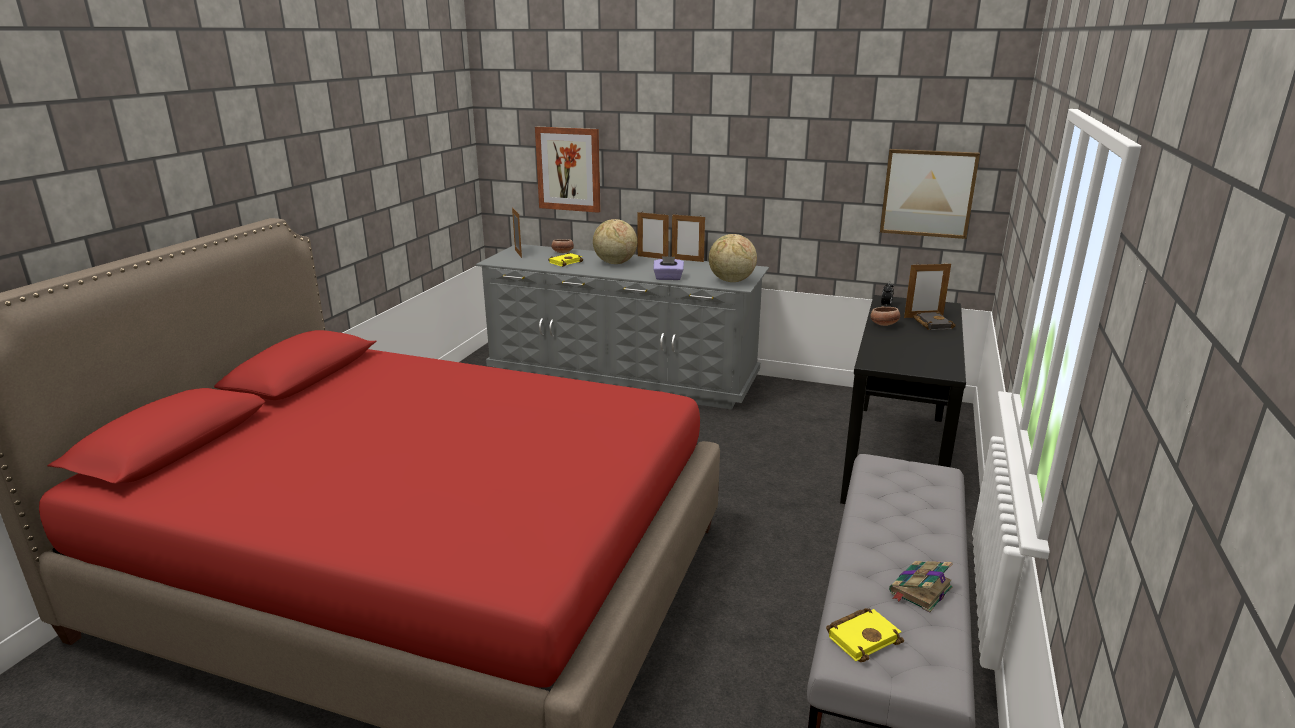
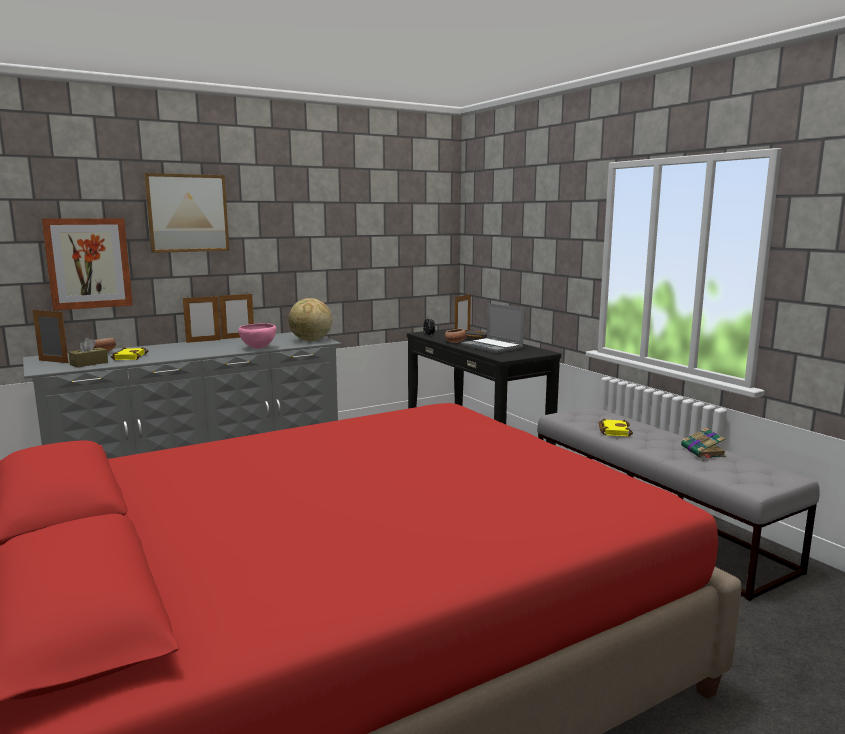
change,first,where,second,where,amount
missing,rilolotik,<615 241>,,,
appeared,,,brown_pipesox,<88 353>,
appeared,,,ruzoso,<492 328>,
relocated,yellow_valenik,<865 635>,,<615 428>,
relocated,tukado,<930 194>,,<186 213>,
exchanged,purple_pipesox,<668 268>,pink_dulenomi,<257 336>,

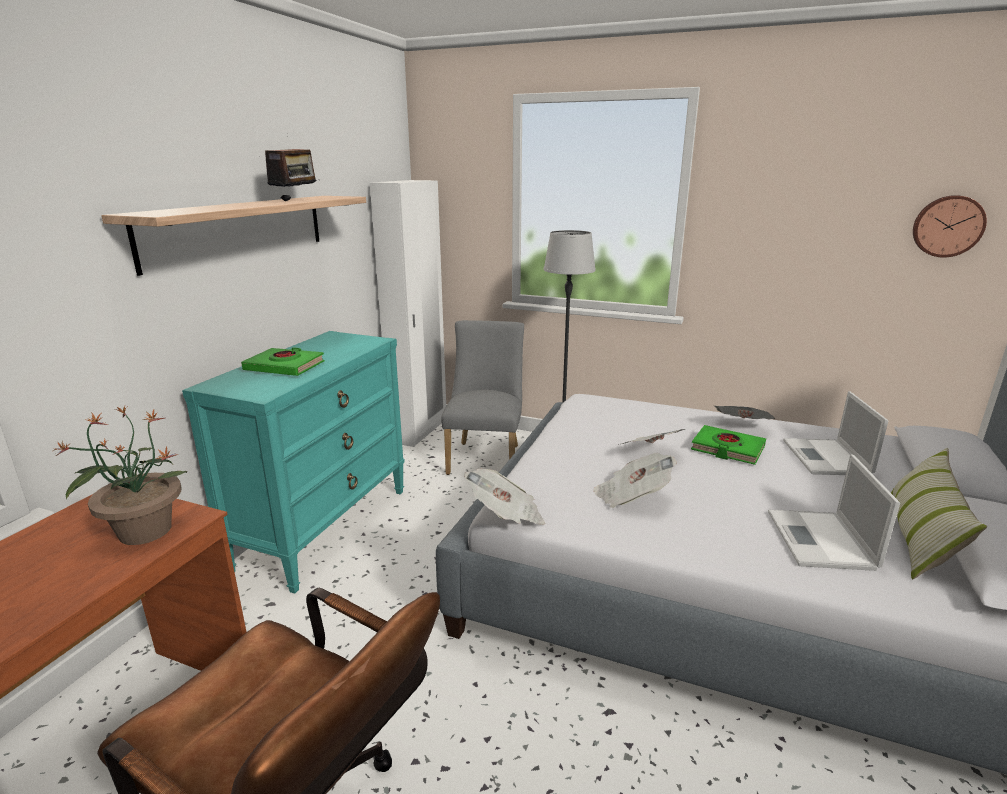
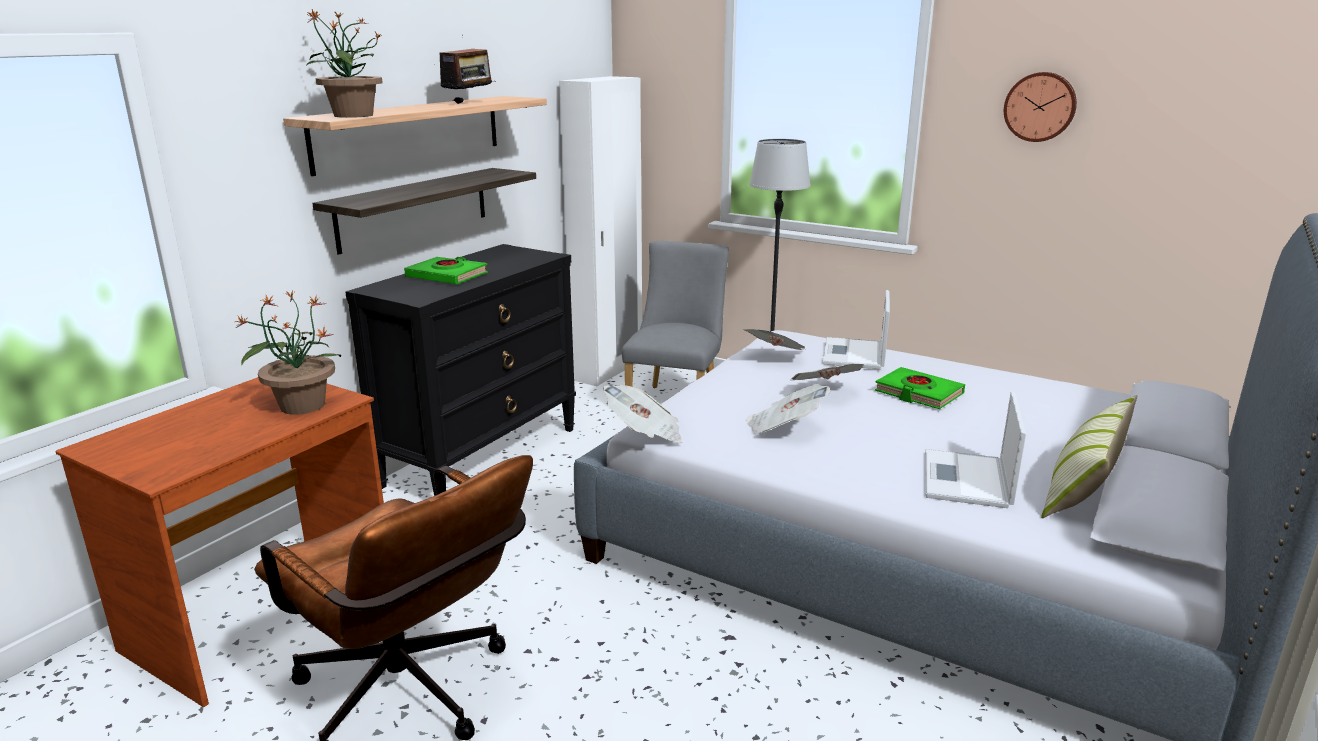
change,first,where,second,where,amount
appeared,,,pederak,<344 63>,
appeared,,,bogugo,<424 211>,
relocated,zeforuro,<745 413>,,<774 339>,
relocated,ruzoso,<835 433>,,<856 329>,
relocated,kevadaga,<950 226>,,<1040 107>,
colour,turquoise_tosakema,<293 462>,black_tosakema,<460 370>,

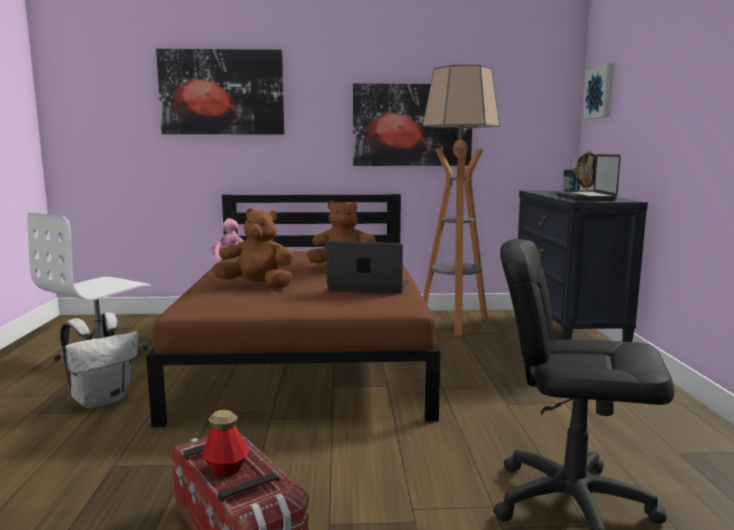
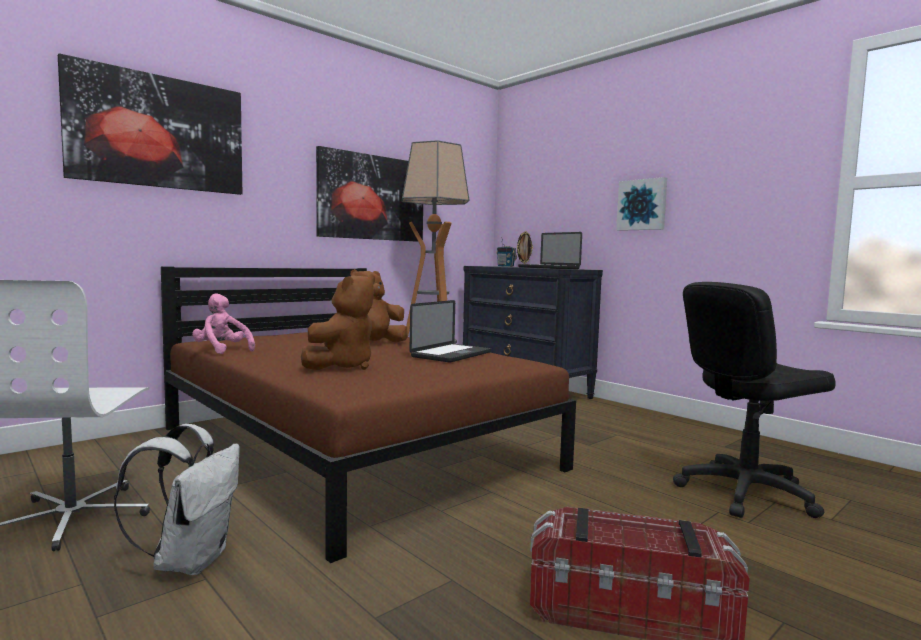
change,first,where,second,where,amount
missing,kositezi,<225 443>,,,
relocated,tukado,<598 91>,,<641 204>,
spun,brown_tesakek,<253 248>,,<338 322>,150 degrees clockwise
spun,ruzoso,<367 267>,,<450 331>,150 degrees clockwise

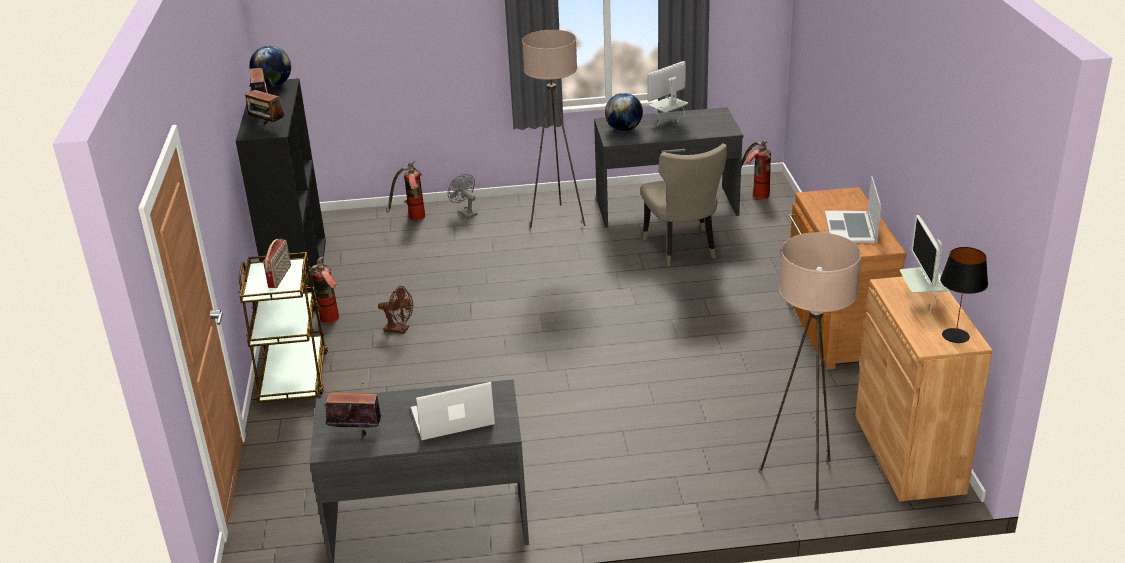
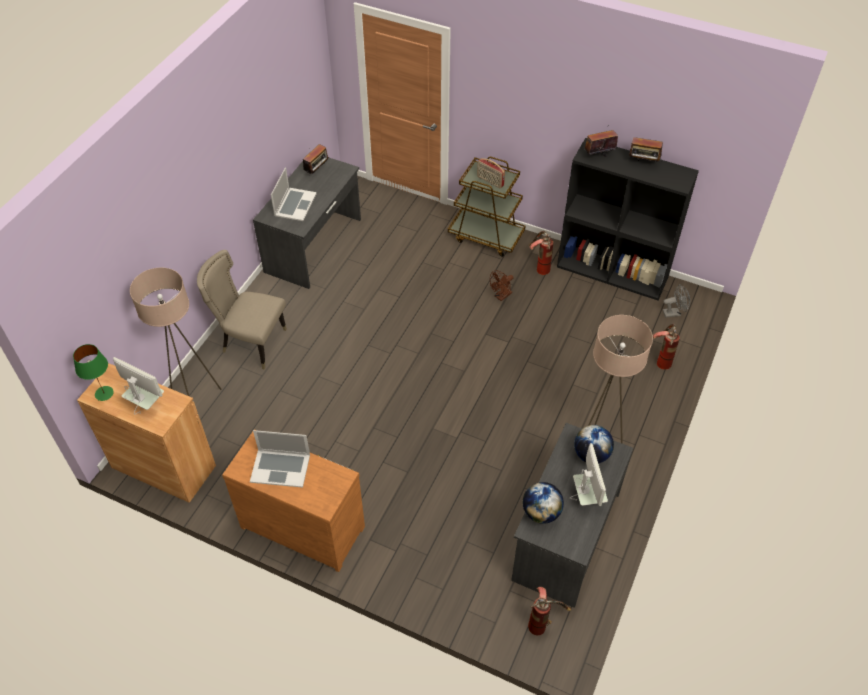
change,first,where,second,where,amount
relocated,rilolotik,<270 66>,,<543 503>,
relocated,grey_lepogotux,<463 196>,,<676 301>,
relocated,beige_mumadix,<684 204>,,<242 309>,
colour,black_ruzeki,<964 295>,green_ruzeki,<93 372>,
spun,ruzoso,<853 209>,,<280 459>,150 degrees clockwise

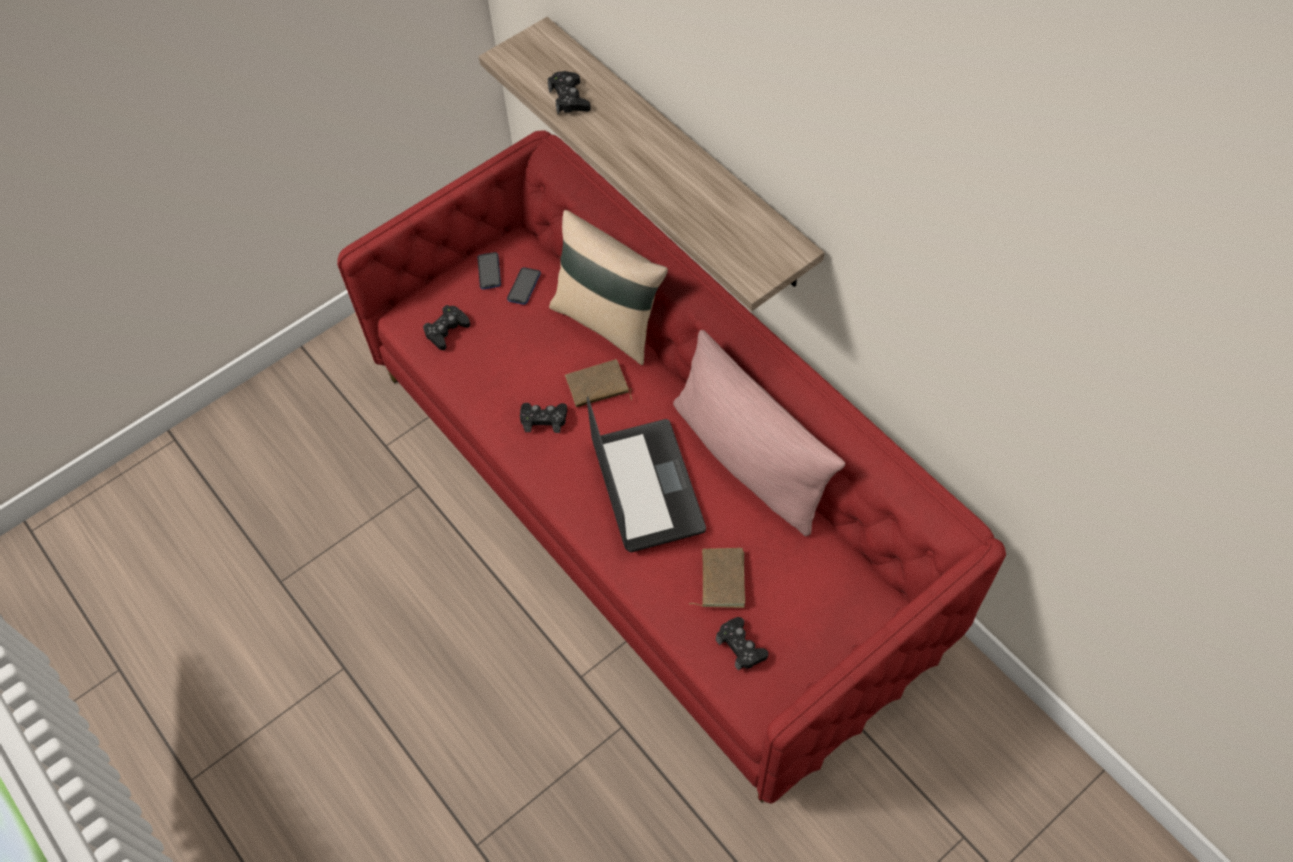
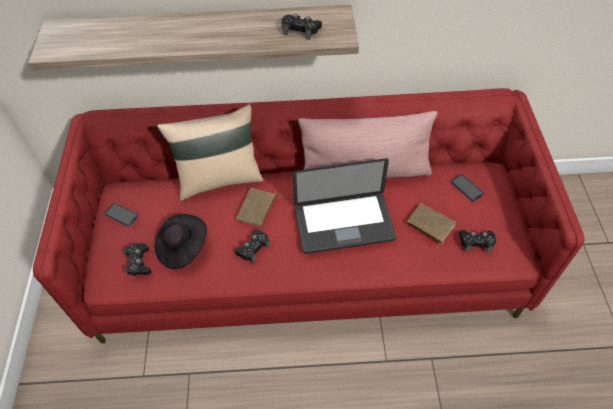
change,first,where,second,where,amount
appeared,,,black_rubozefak,<181 241>,
relocated,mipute,<524 286>,,<467 188>,
relocated,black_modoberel,<569 92>,,<302 27>,
spun,ruzoso,<646 474>,,<344 206>,150 degrees clockwise

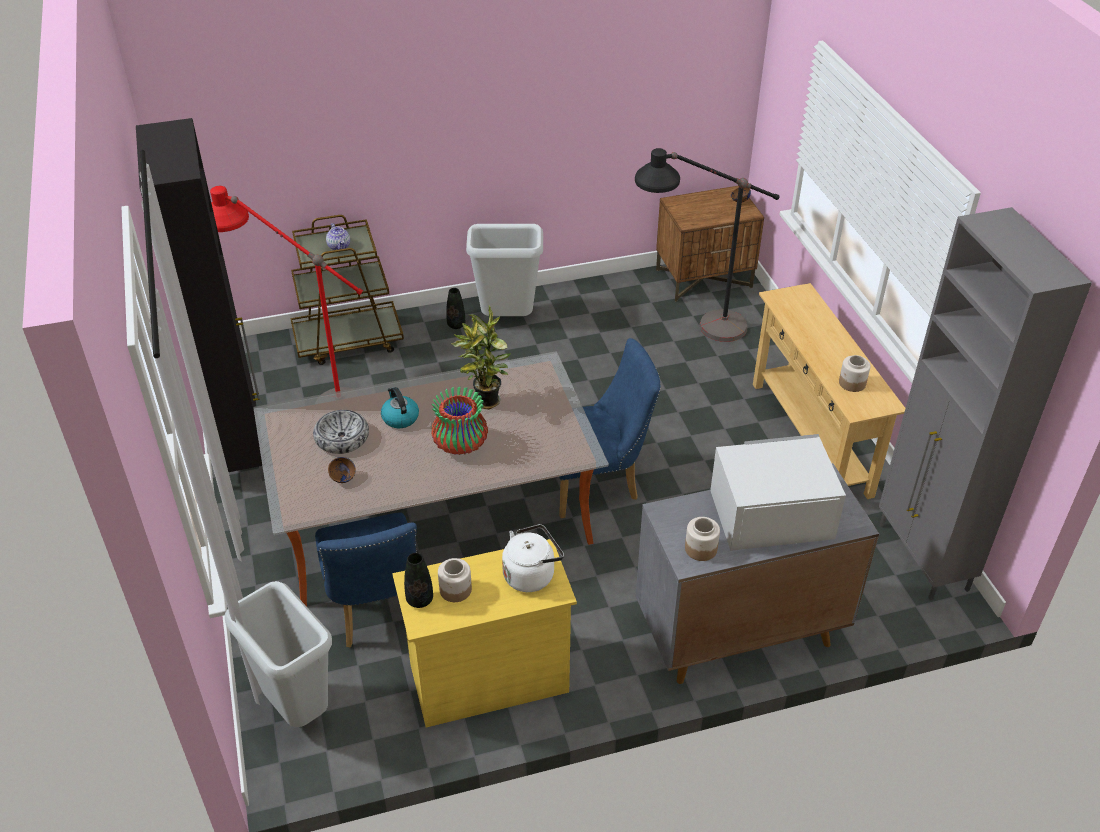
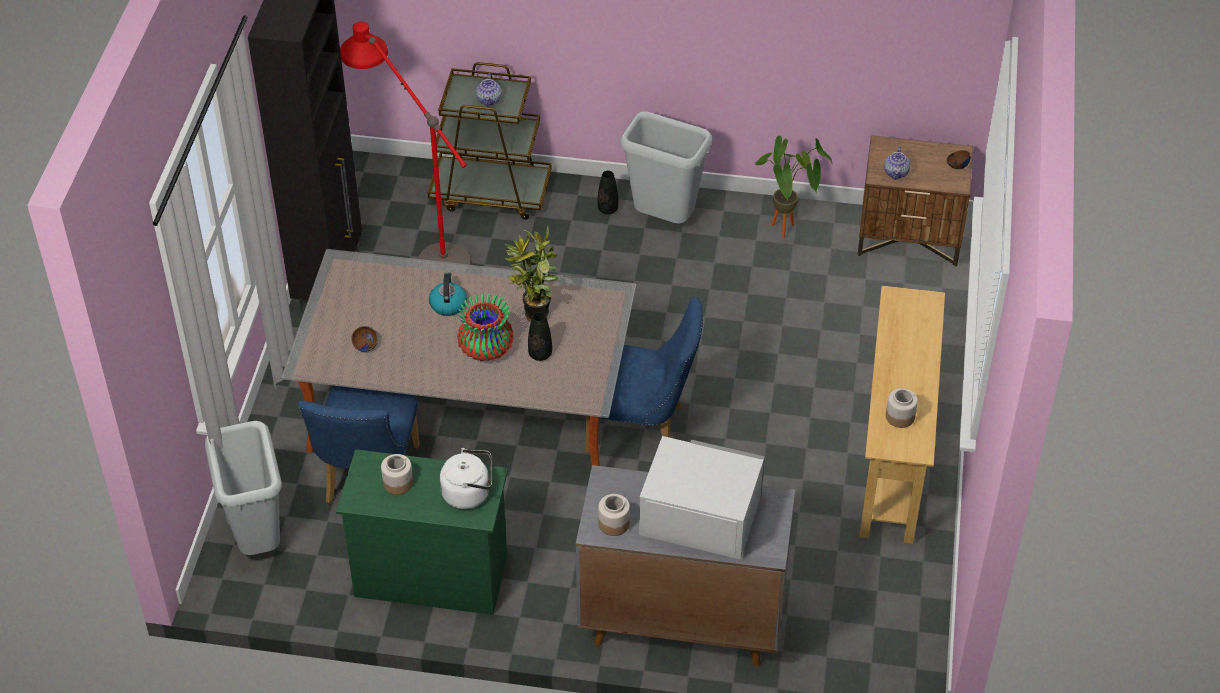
change,first,where,second,where,amount
missing,dulenomi,<341 432>,,,
missing,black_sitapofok,<707 245>,,,
missing,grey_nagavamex,<985 404>,,,
appeared,,,pederak,<793 187>,
appeared,,,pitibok,<897 163>,
relocated,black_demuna,<418 580>,,<540 336>,
colour,yellow_tosakema,<484 633>,green_tosakema,<422 532>,

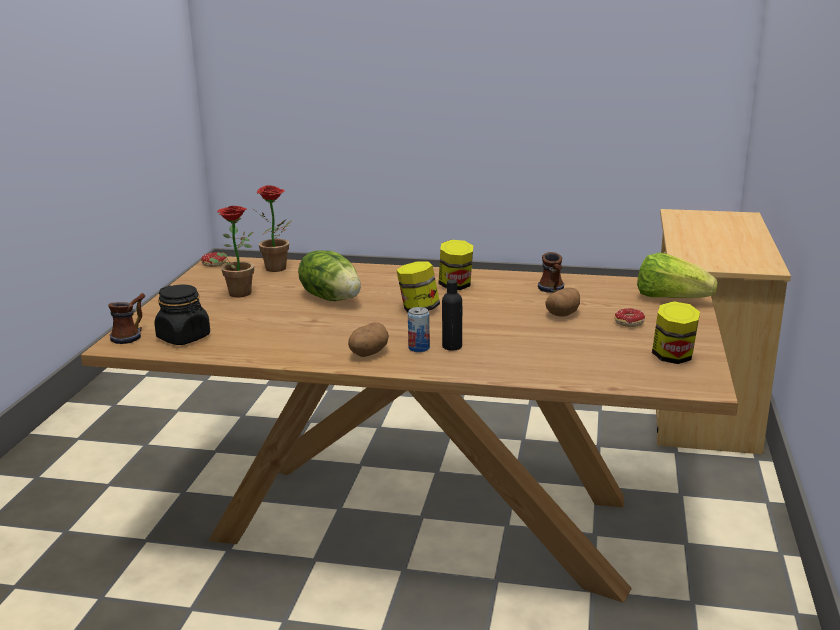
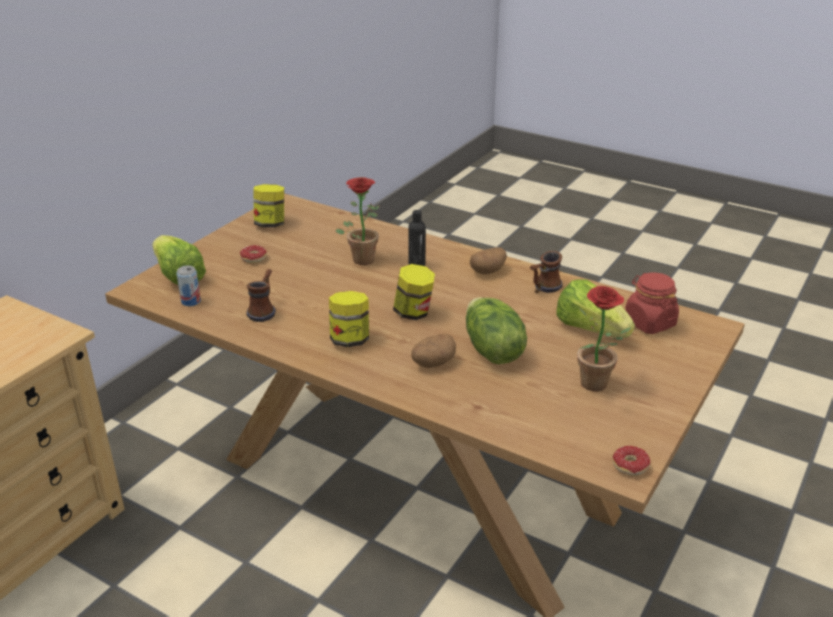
change,first,where,second,where,amount
appeared,,,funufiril,<595 308>,
relocated,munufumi,<126 318>,,<546 272>,
relocated,pederak,<272 228>,,<357 221>,
relocated,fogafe,<419 329>,,<189 286>,
relocated,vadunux,<562 302>,,<433 351>,
colour,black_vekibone,<182 315>,red_vekibone,<652 303>,

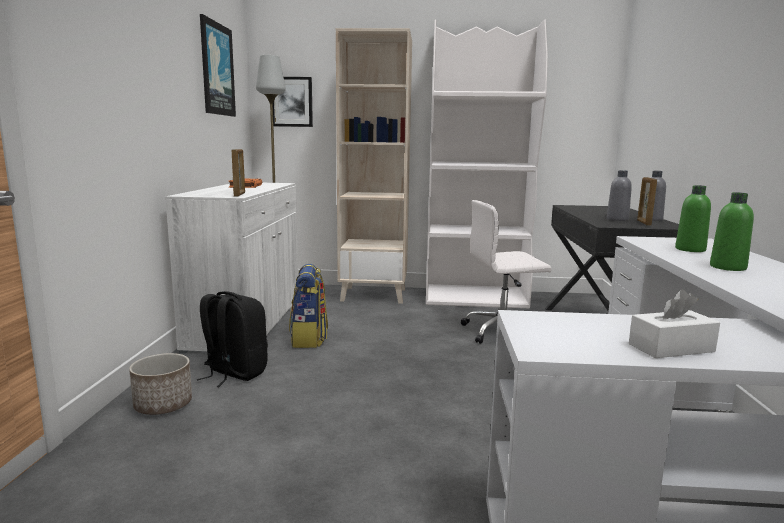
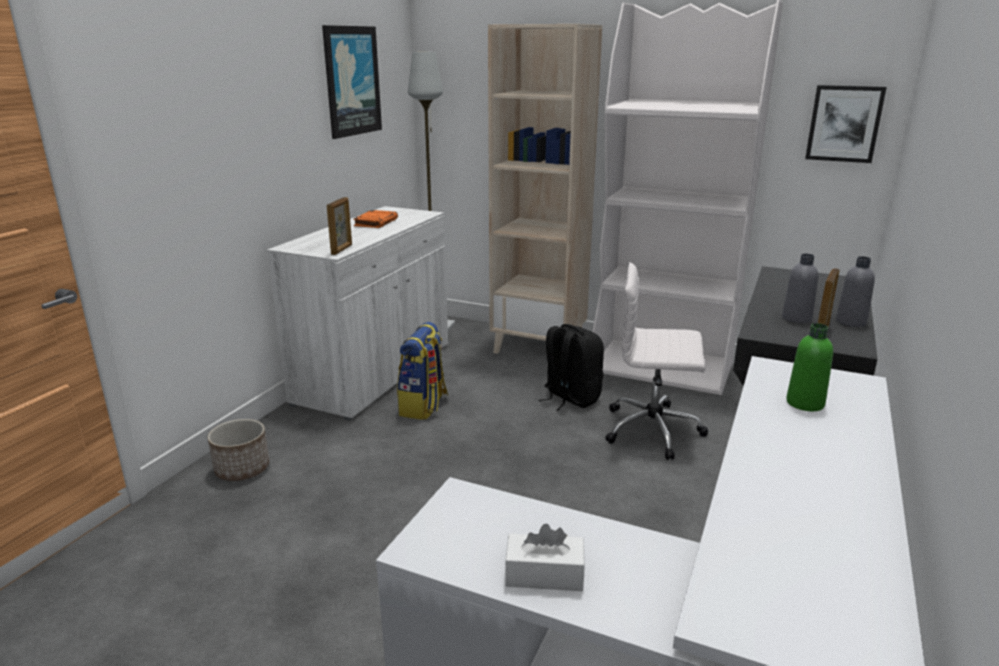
change,first,where,second,where,amount
missing,green_kositezi,<732 231>,,,
relocated,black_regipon,<232 339>,,<571 367>,
relocated,tukado,<293 102>,,<846 124>,

